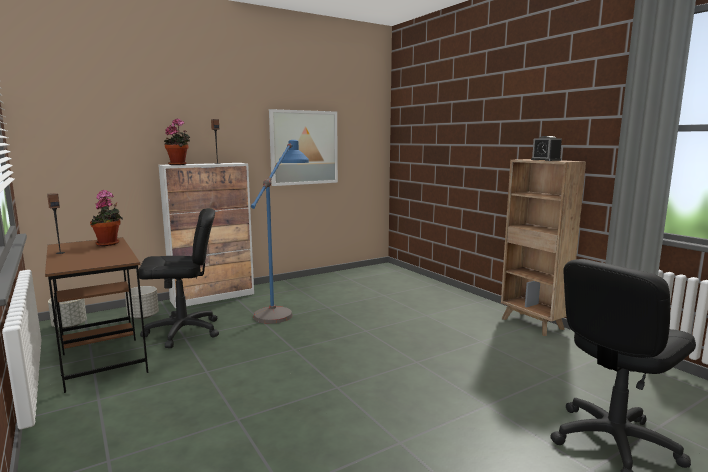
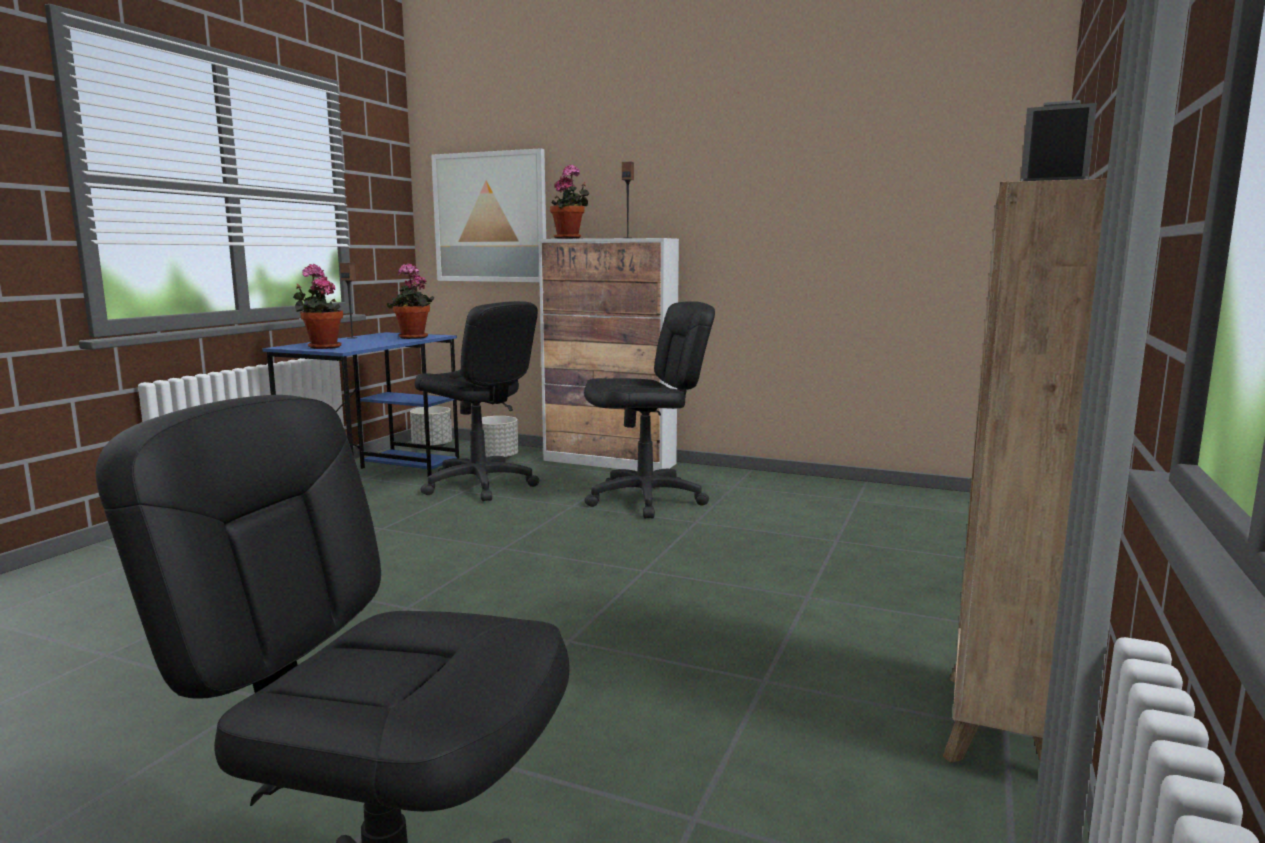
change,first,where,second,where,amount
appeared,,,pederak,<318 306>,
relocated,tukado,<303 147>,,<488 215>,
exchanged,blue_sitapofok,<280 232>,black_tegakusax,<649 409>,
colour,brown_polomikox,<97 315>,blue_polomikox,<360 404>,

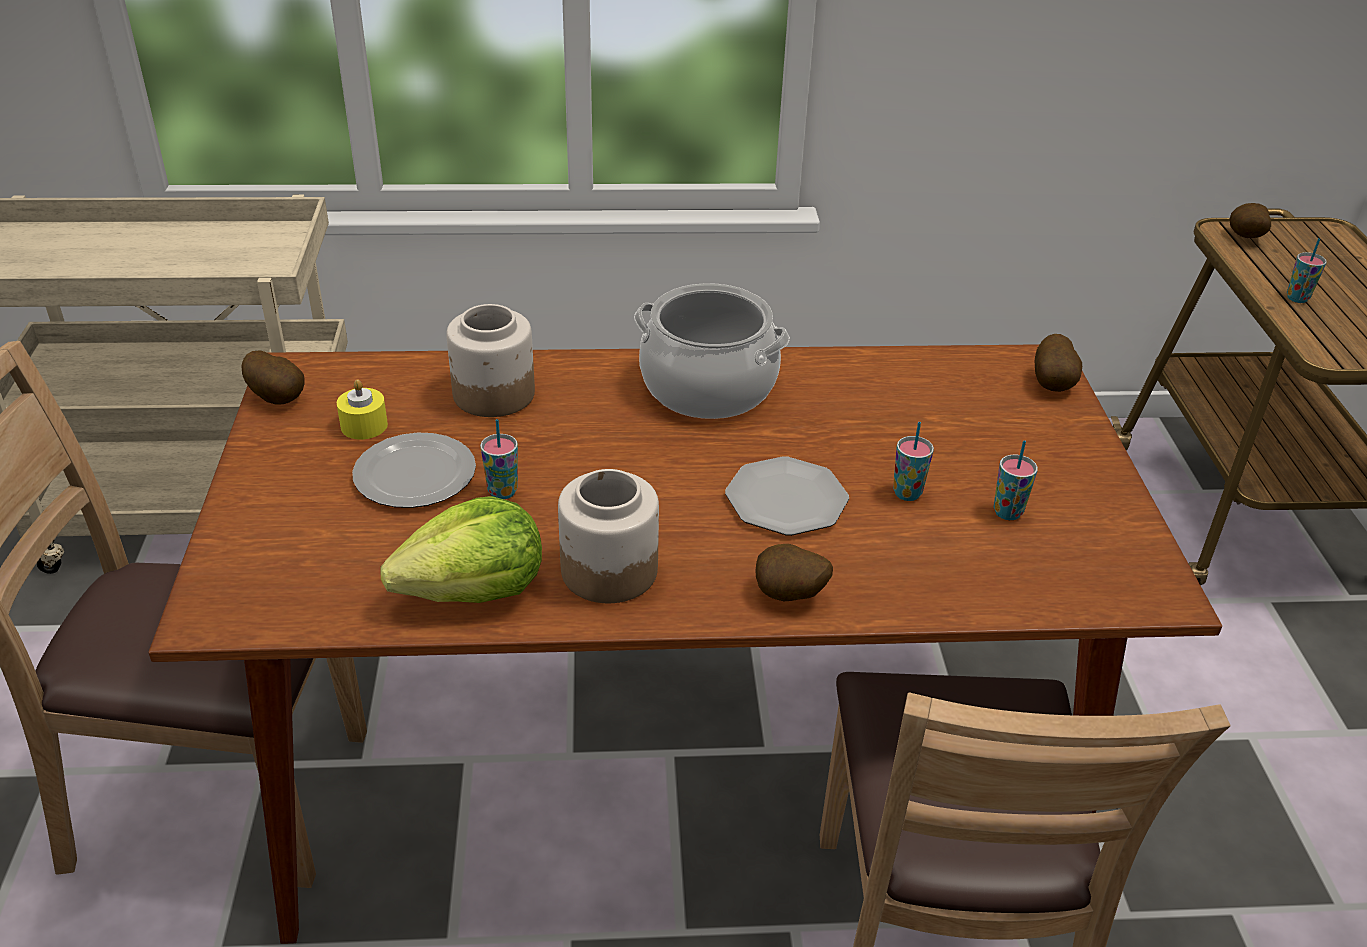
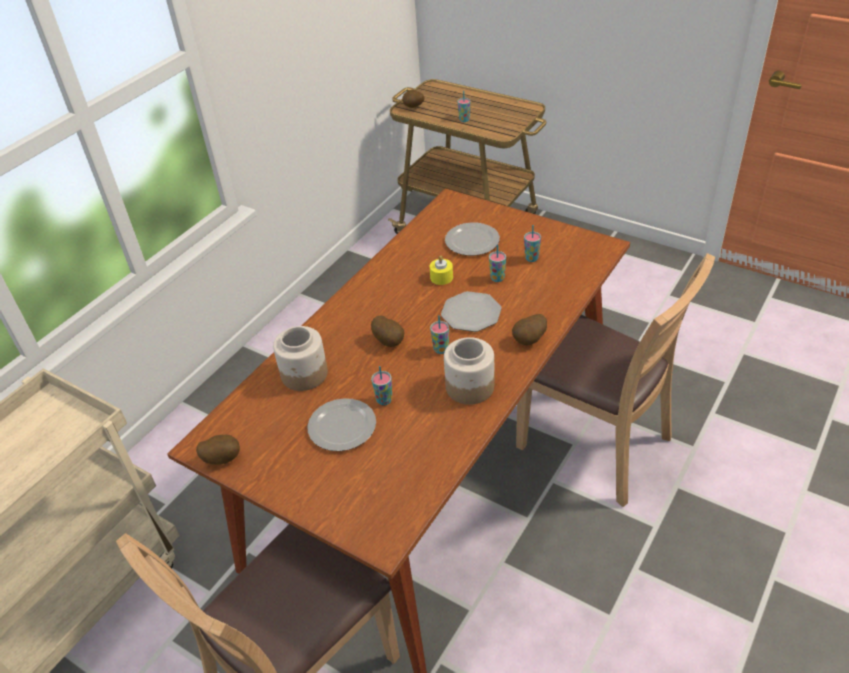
change,first,where,second,where,amount
missing,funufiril,<461 549>,,,
missing,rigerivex,<712 351>,,,
appeared,,,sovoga,<439 334>,
appeared,,,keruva,<472 239>,
relocated,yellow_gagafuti,<362 409>,,<441 270>,
relocated,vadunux,<1058 363>,,<387 331>,

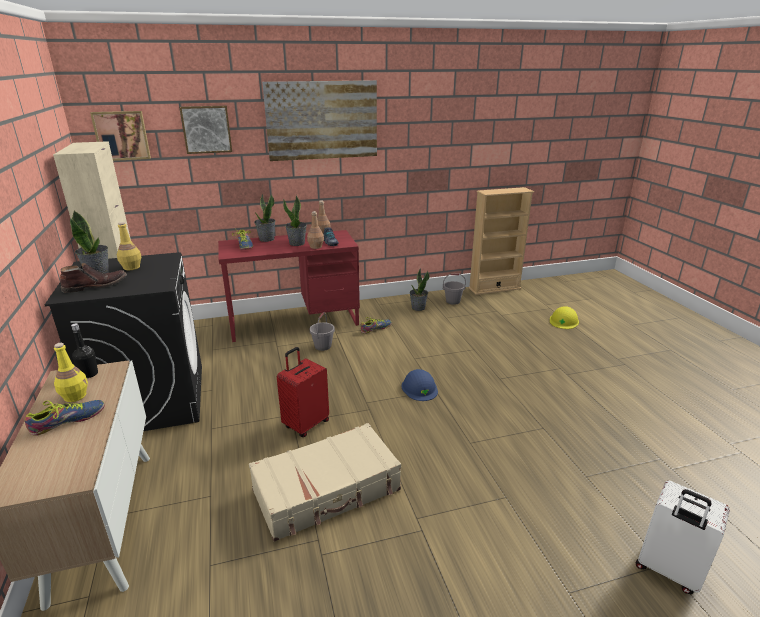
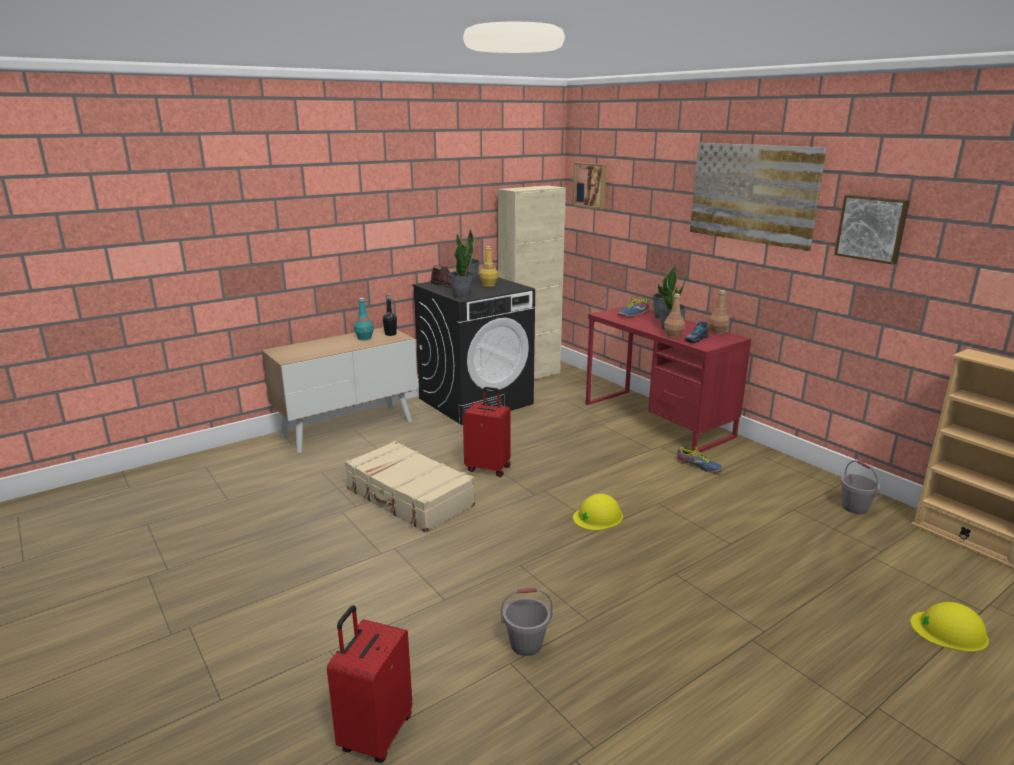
change,first,where,second,where,amount
missing,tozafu,<64 418>,,,
relocated,tukado,<206 130>,,<872 230>,
relocated,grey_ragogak,<322 332>,,<527 622>,
relocated,pederak,<419 290>,,<461 270>,
colour,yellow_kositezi,<71 372>,turquoise_kositezi,<364 319>,
colour,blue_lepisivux,<420 385>,yellow_lepisivux,<598 512>,
colour,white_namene,<683 537>,red_namene,<369 684>,

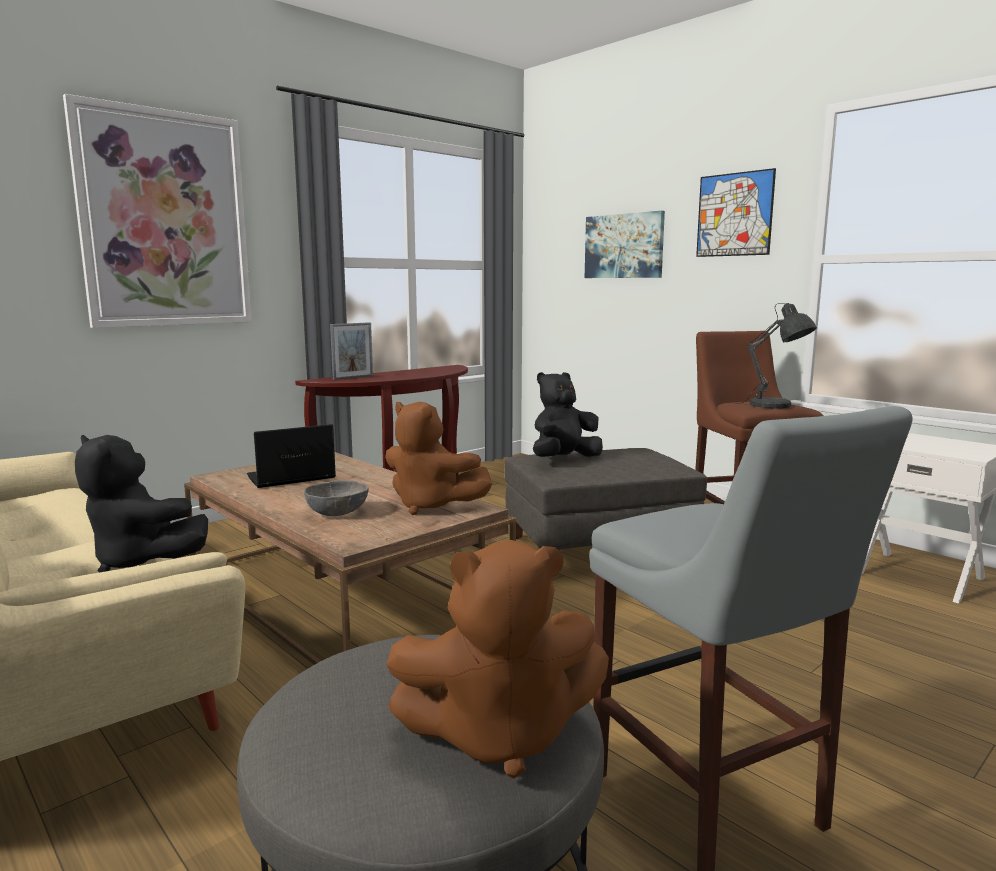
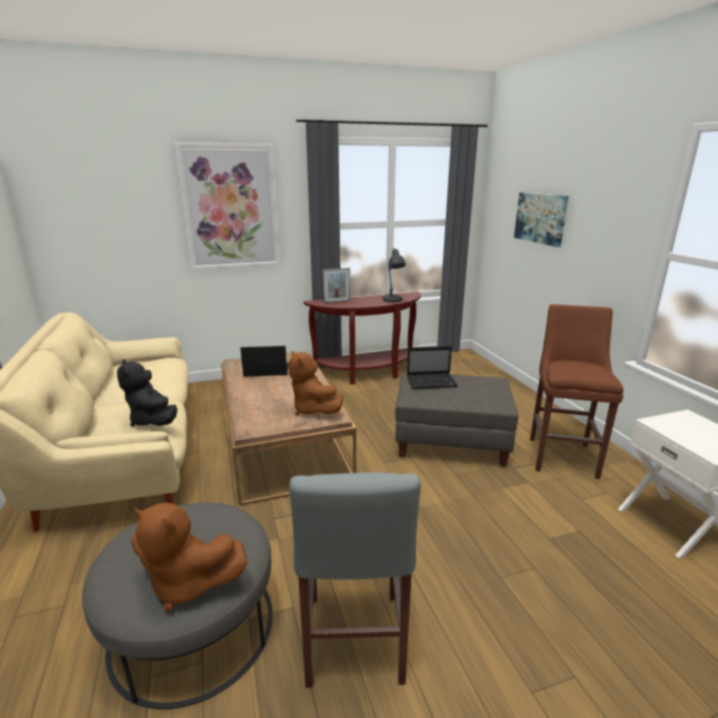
change,first,where,second,where,amount
missing,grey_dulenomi,<336 498>,,,
missing,tukado,<736 212>,,,
relocated,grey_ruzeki,<776 356>,,<394 275>,
exchanged,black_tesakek,<568 414>,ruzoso,<432 367>,

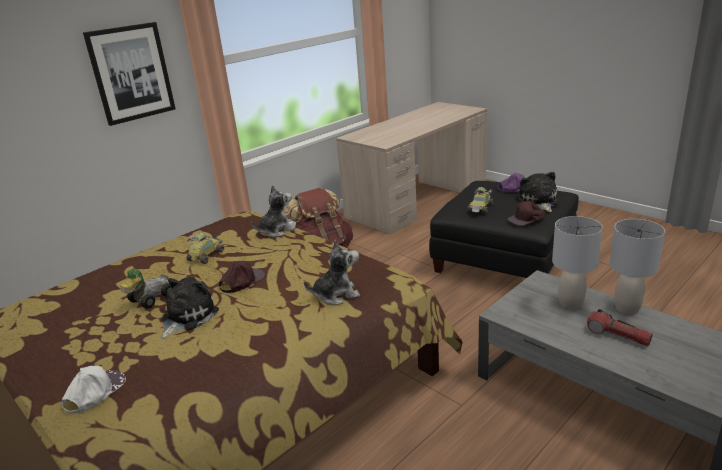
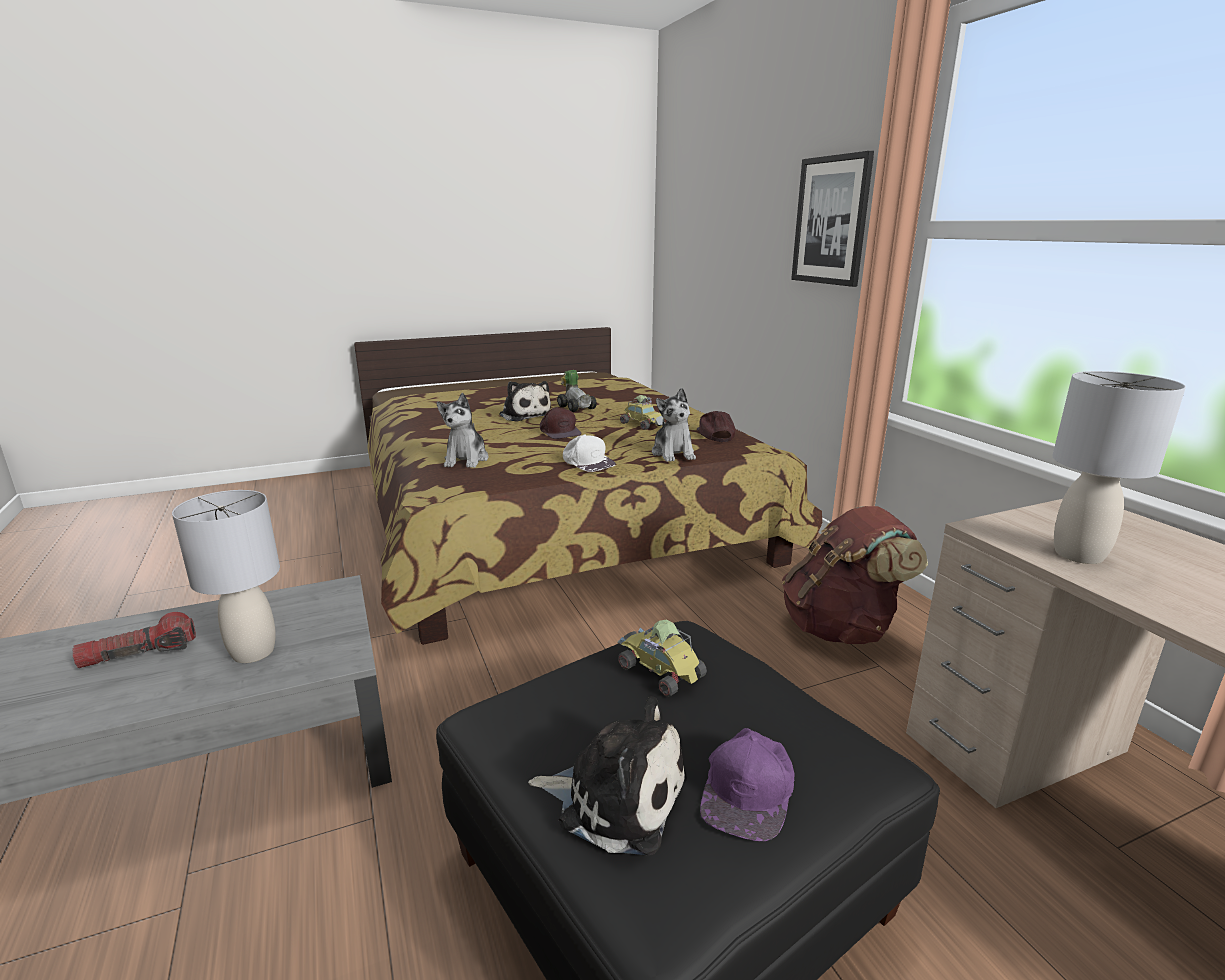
change,first,where,second,where,amount
relocated,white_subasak,<93 389>,,<589 453>,
relocated,brown_subasak,<526 213>,,<716 426>,
relocated,grey_ruzeki,<637 267>,,<1119 467>,

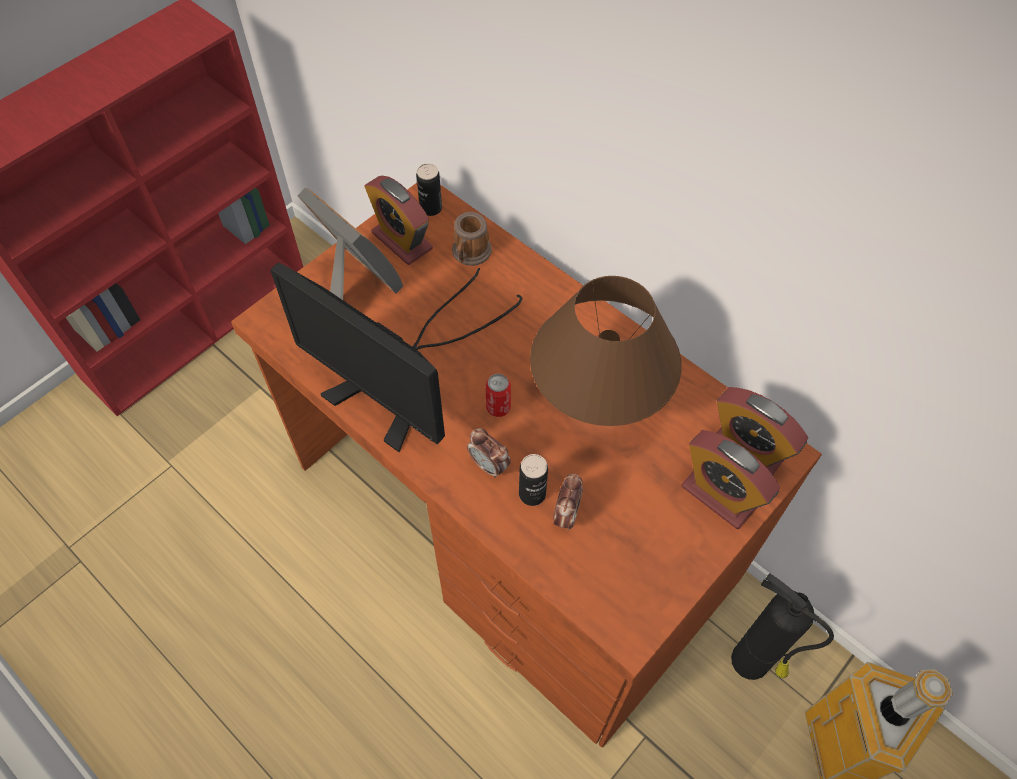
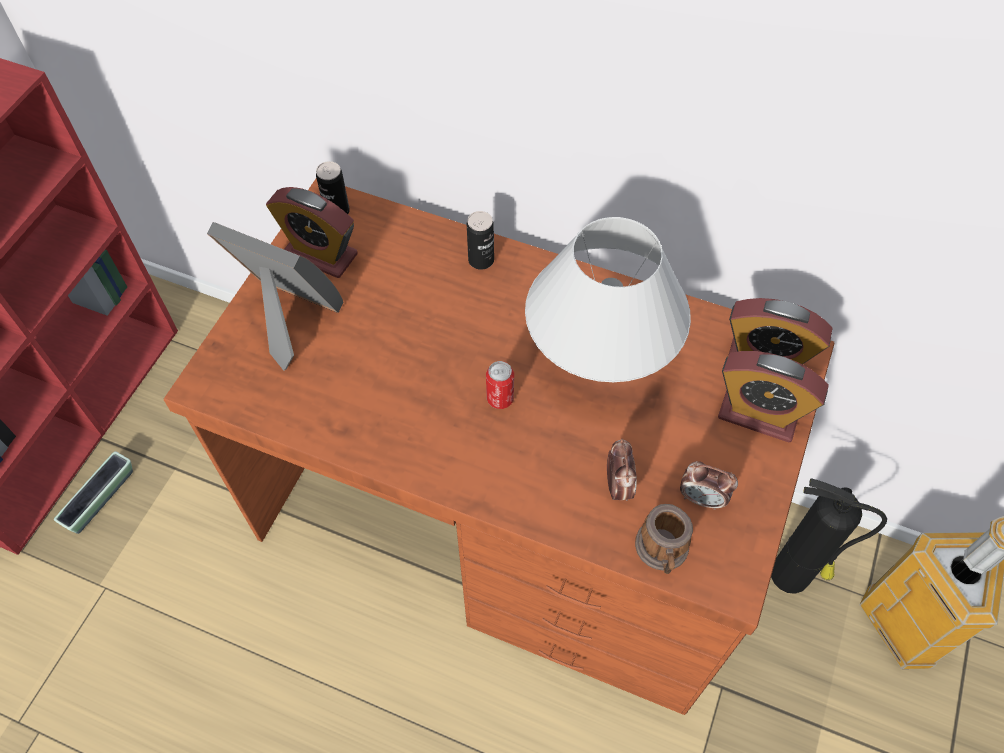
change,first,where,second,where,amount
missing,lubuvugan,<396 357>,,,
appeared,,,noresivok,<93 492>,
relocated,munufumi,<472 239>,,<664 539>,
relocated,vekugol,<489 453>,,<709 485>,
relocated,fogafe,<533 480>,,<480 240>,
colour,brown_ruzeki,<606 351>,white_ruzeki,<608 299>,

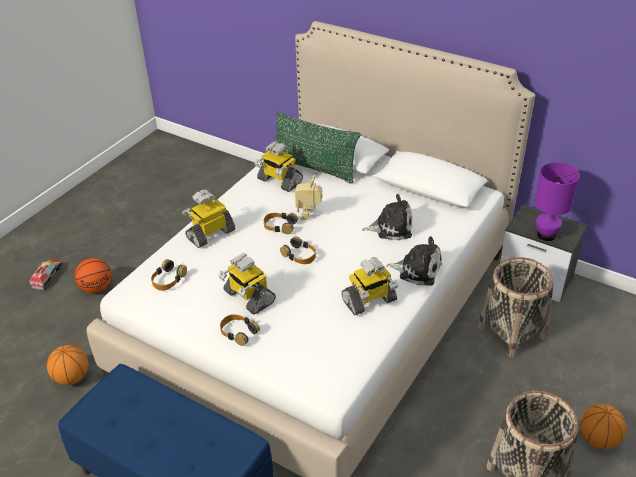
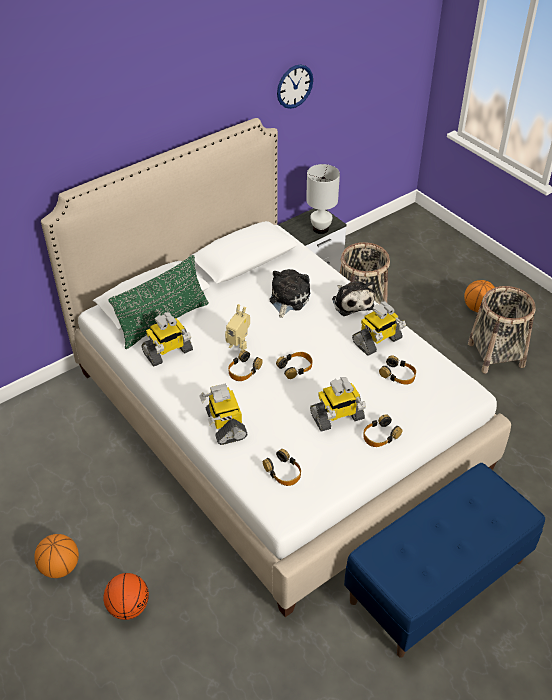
change,first,where,second,where,amount
missing,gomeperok,<45 275>,,,
appeared,,,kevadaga,<295 86>,
appeared,,,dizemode,<397 370>,
relocated,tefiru,<68 365>,,<56 556>,
colour,purple_ruzeki,<557 201>,white_ruzeki,<323 199>,
spun,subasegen,<369 286>,,<379 328>,60 degrees clockwise
spun,tesakek,<414 261>,,<353 298>,120 degrees clockwise

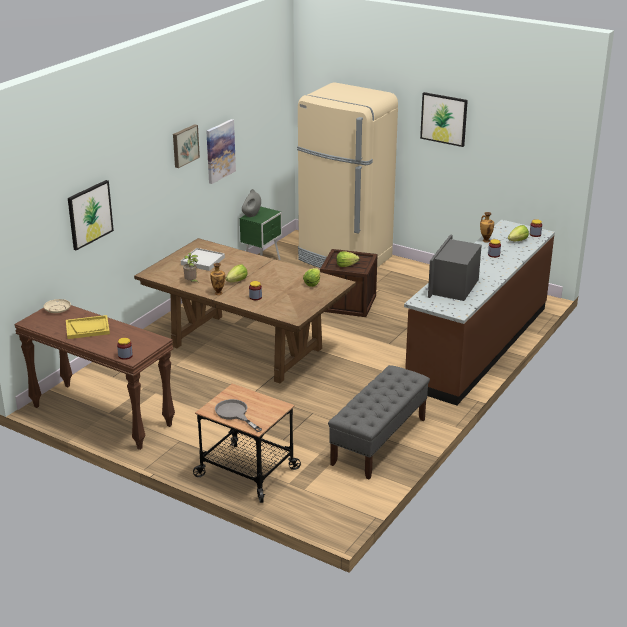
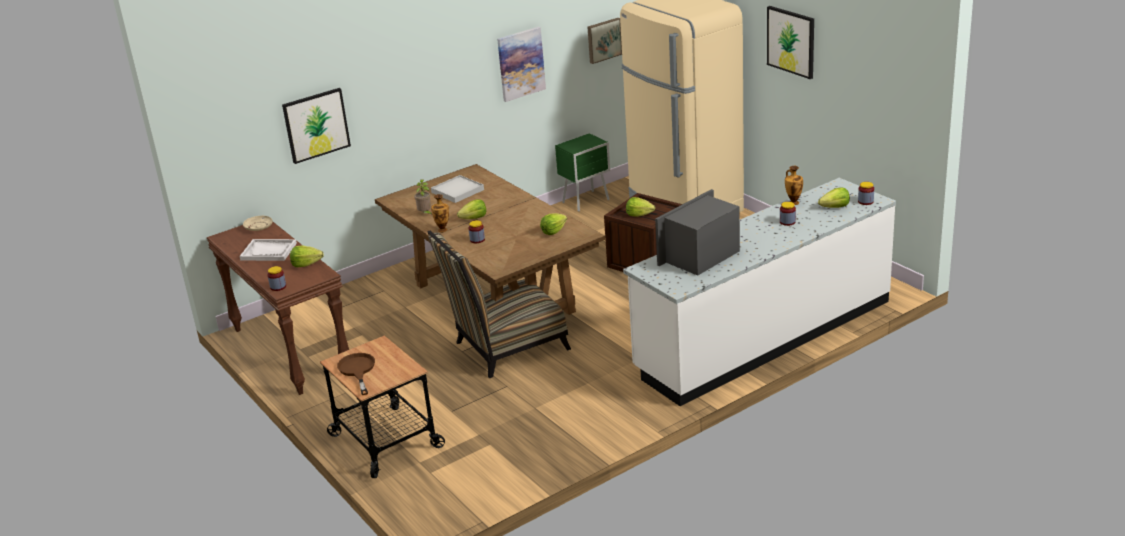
change,first,where,second,where,amount
missing,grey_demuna,<251 203>,,,
missing,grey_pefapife,<379 422>,,,
appeared,,,funufiril,<307 256>,
appeared,,,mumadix,<499 304>,
relocated,tukado,<186 146>,,<605 41>,
colour,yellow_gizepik,<88 327>,white_gizepik,<268 250>,
colour,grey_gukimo,<238 415>,brown_gukimo,<356 374>,
colour,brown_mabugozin,<479 312>,white_mabugozin,<759 292>,

